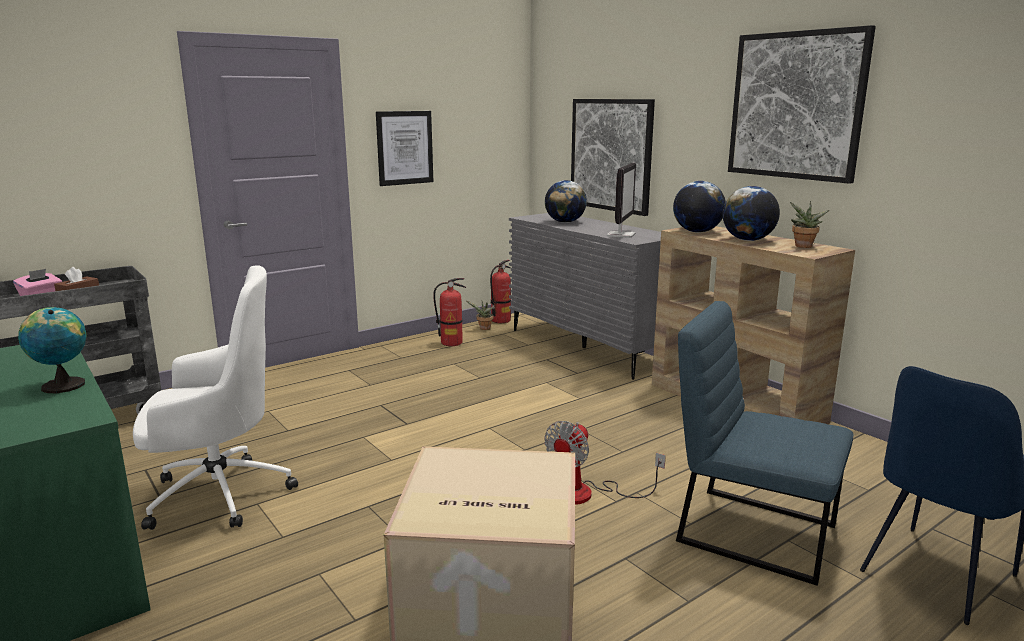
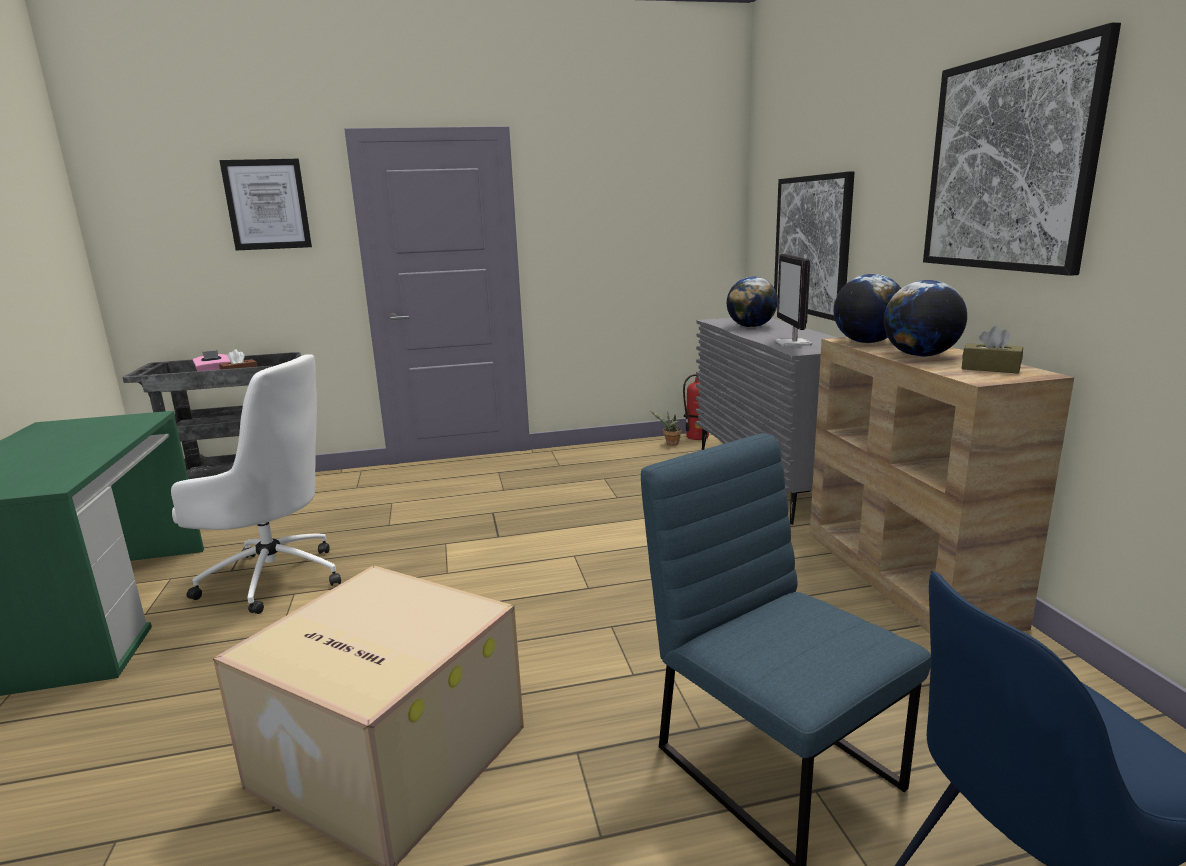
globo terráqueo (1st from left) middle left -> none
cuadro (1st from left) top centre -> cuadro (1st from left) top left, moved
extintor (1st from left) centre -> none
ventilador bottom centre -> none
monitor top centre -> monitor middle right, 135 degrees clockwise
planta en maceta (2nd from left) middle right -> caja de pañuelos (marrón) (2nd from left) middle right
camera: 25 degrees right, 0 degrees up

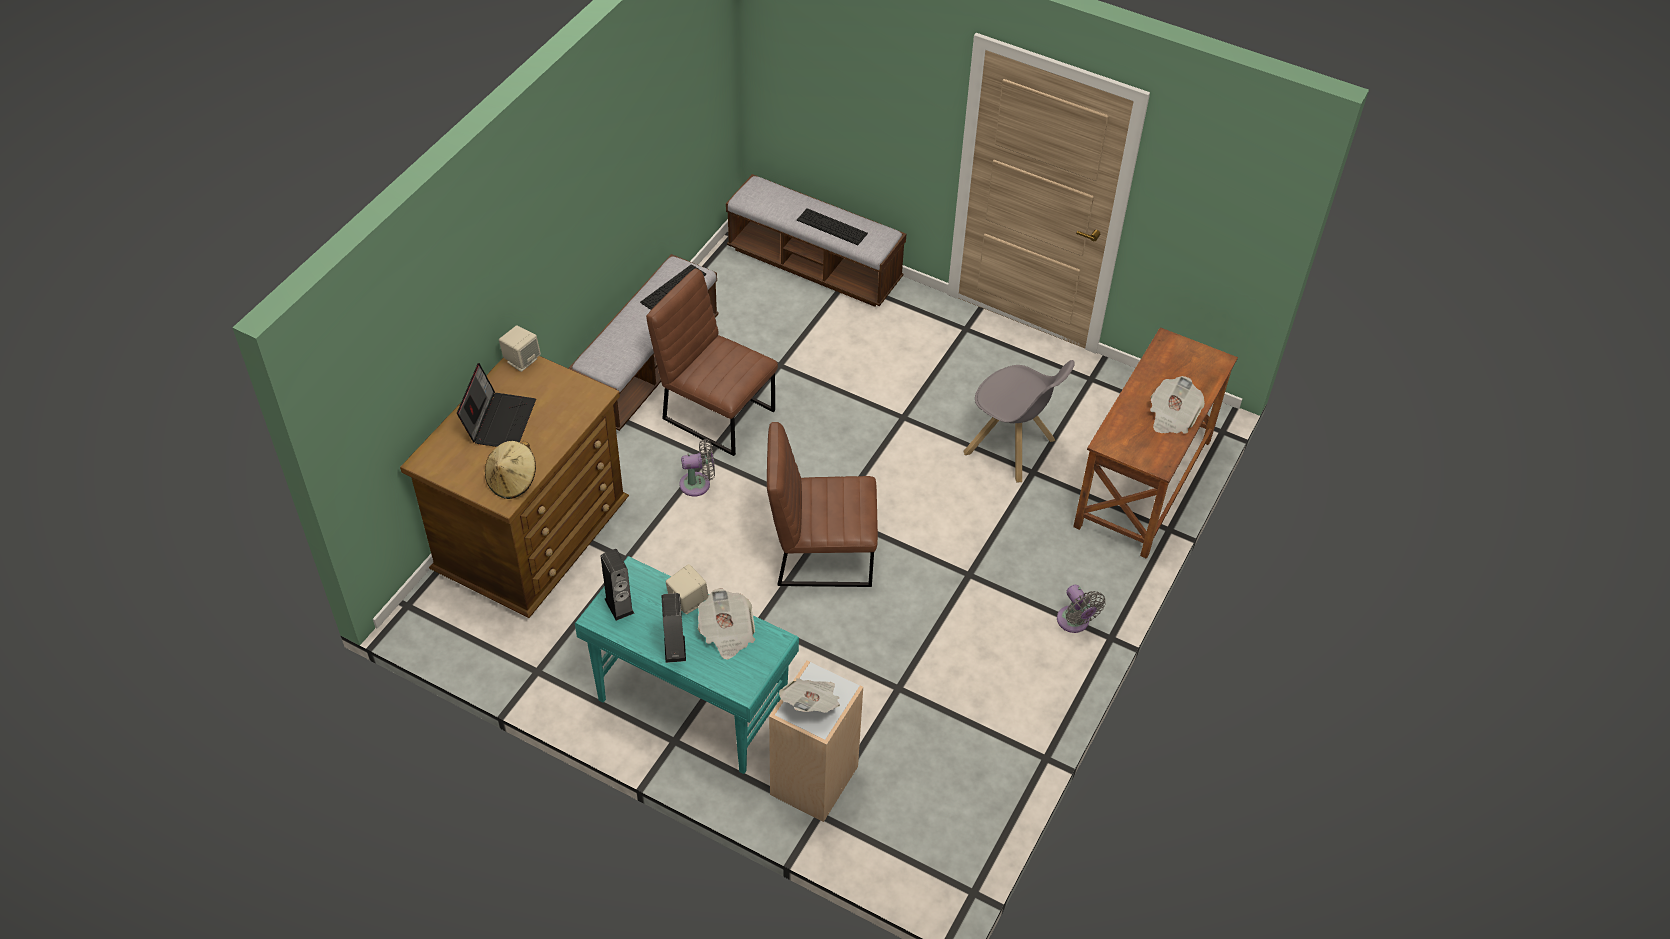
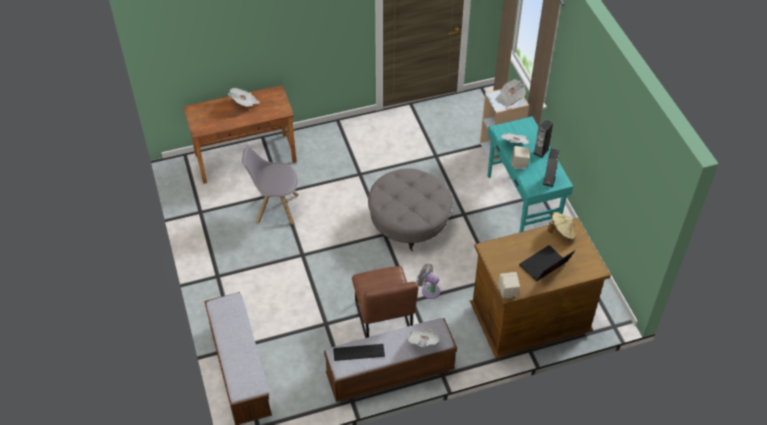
silla (marrón) (2nd from left) centre -> puf (gris) centre
teclado (2nd from left) top centre -> none
silla (gris) centre, 75 degrees counterclockwise
ventilador (gris) (2nd from left) centre -> none
none -> periódico (2nd from left) bottom centre
camera: 135 degrees left, 0 degrees up

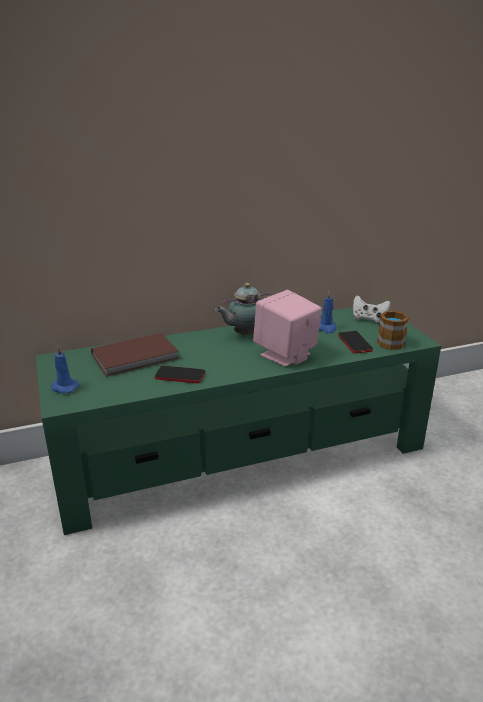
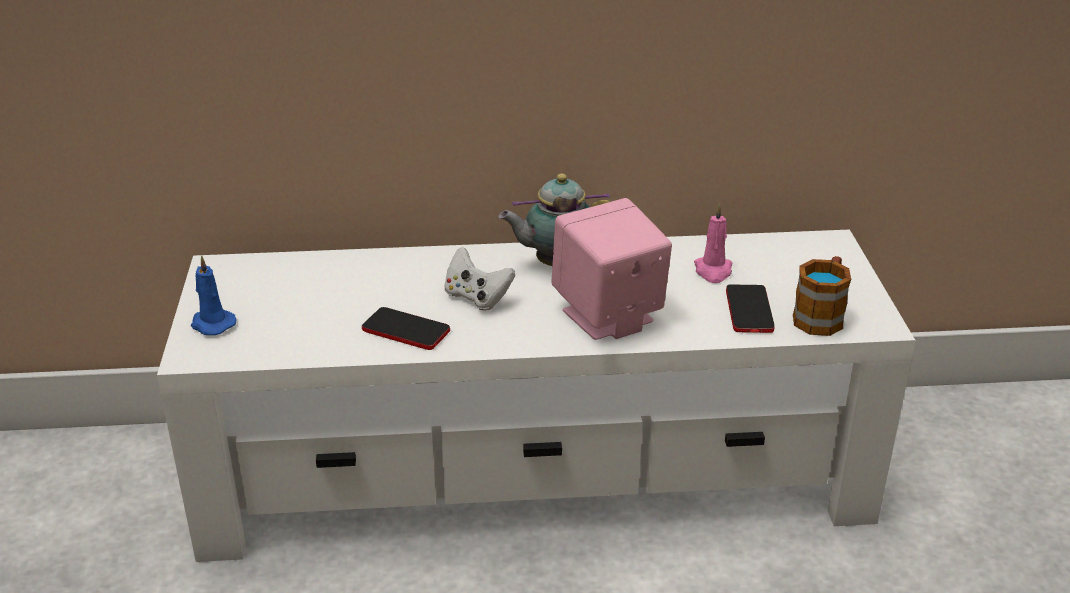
mueble de televisión (verde) centre -> mueble de televisión (blanco) bottom centre
libro (marrón) middle left -> none
vela (azul) (2nd from left) middle right -> vela (rosa) centre
mando de consola (blanco) middle right -> mando de consola (blanco) centre, moved
camera: 15 degrees right, 5 degrees up

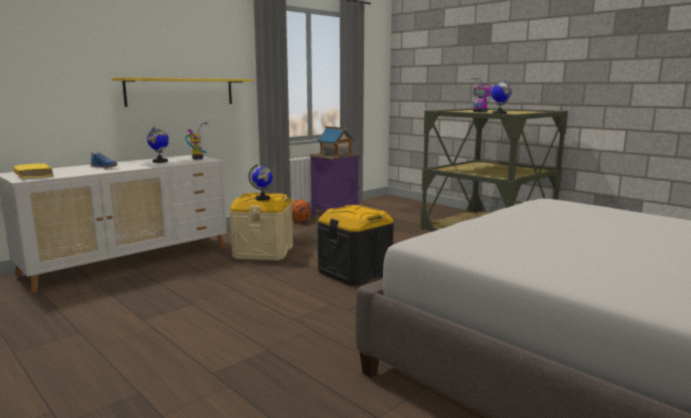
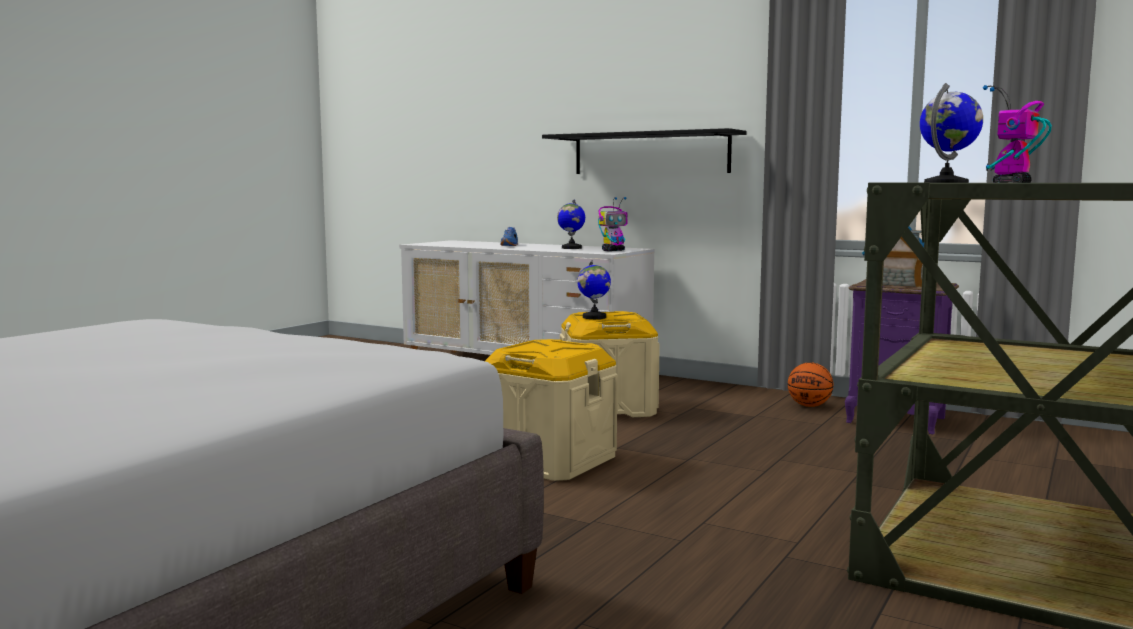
libro (amarillo) middle left -> none
estante (amarillo) top left -> estante (negro) top centre
caja de almacenaje (negro) centre -> caja de almacenaje (beis) (1st from left) centre
camera: 75 degrees right, 5 degrees down

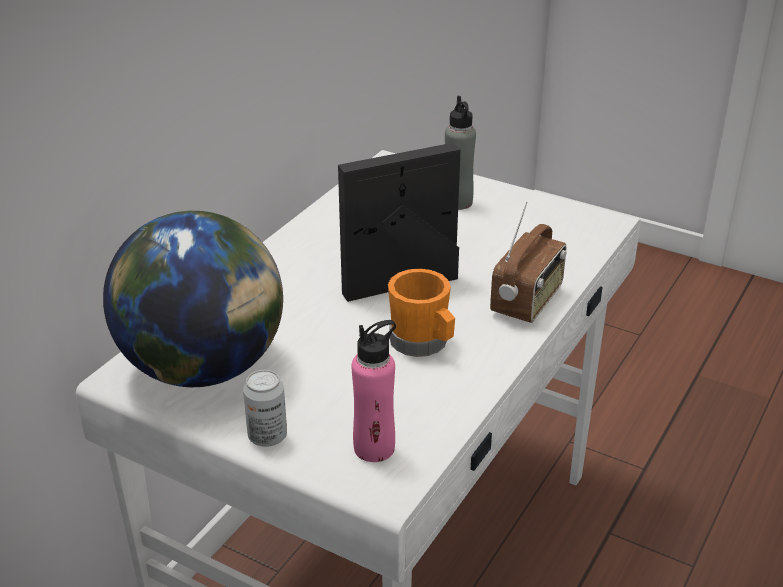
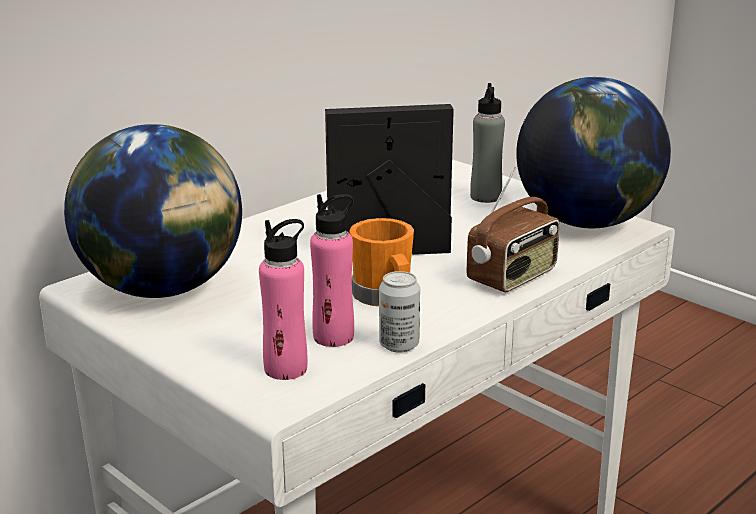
lata bottom centre -> lata centre, moved
none -> botella (rosa) (2nd from left) centre
none -> globo terráqueo (2nd from left) top right
camera: 15 degrees right, 10 degrees down

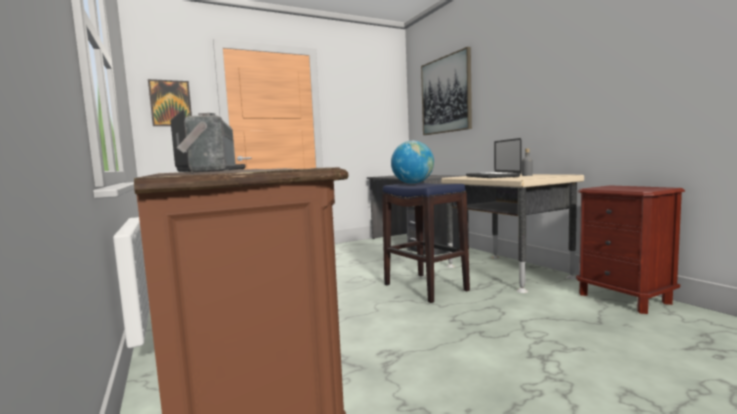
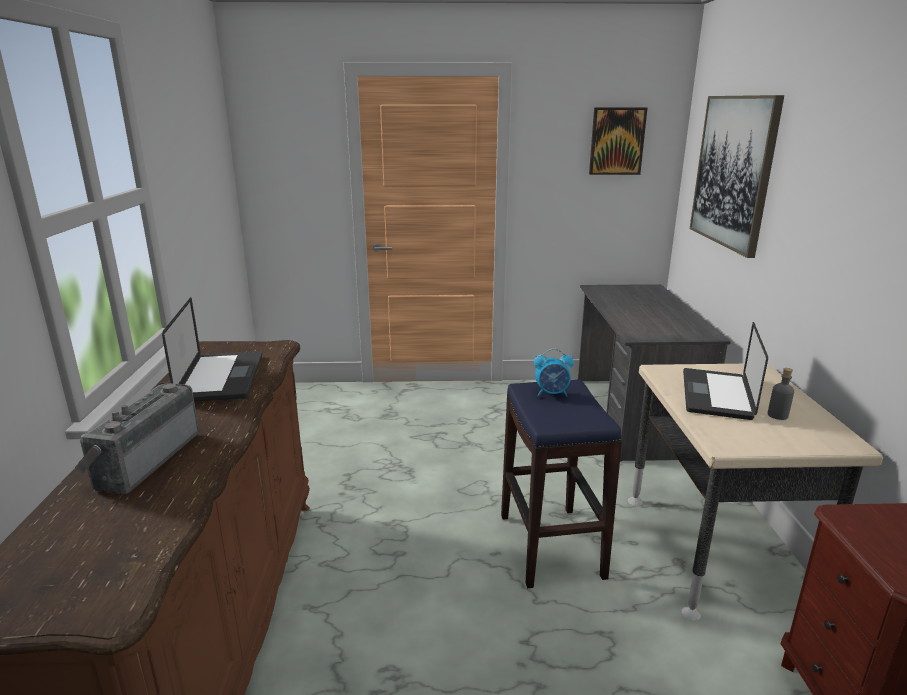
cuadro (1st from left) top left -> cuadro (1st from left) top right, moved
globo terráqueo centre -> despertador centre
camera: 25 degrees right, 15 degrees up

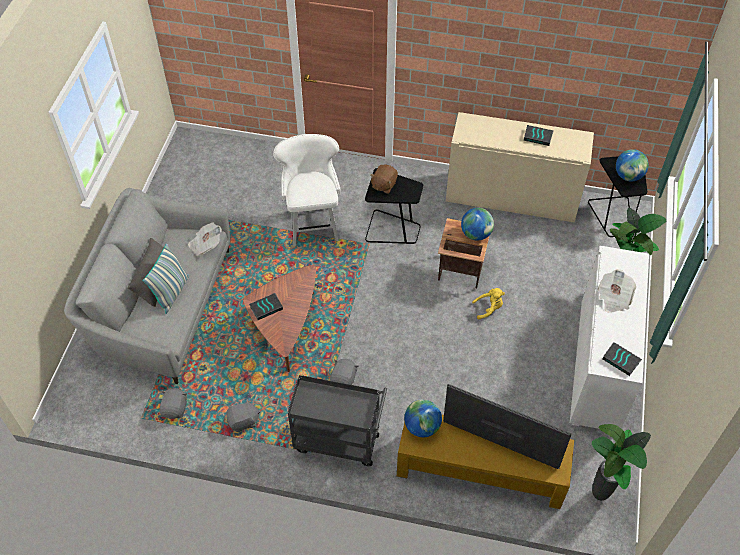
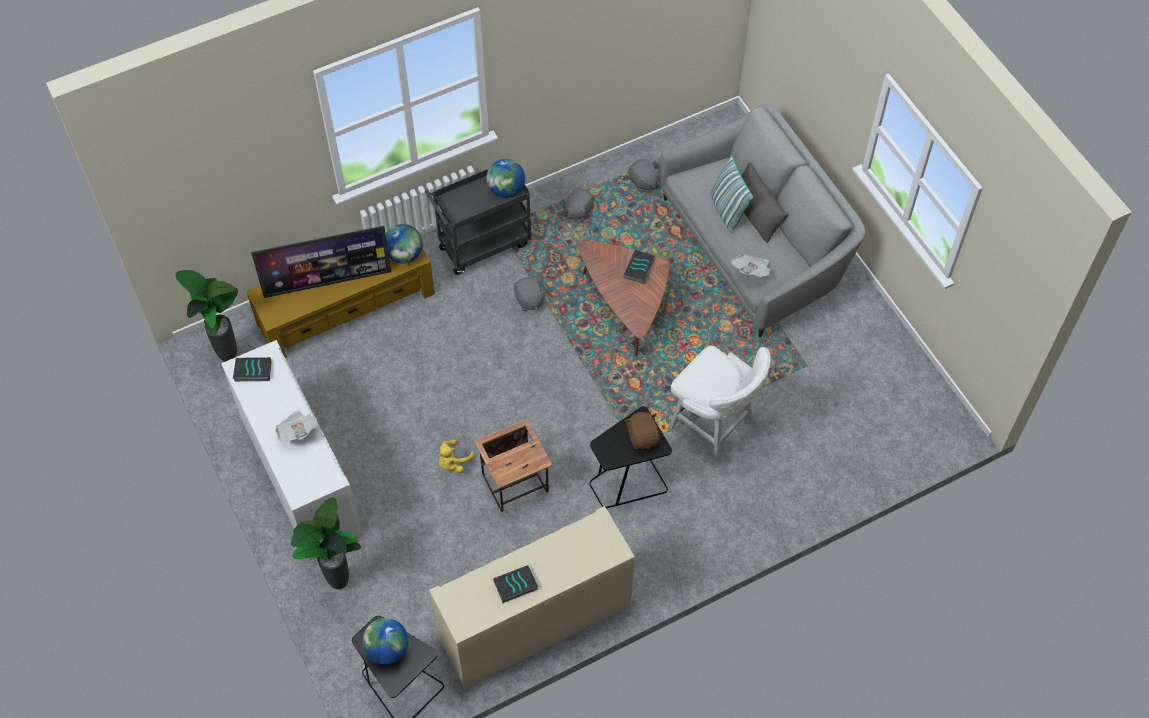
globo terráqueo (2nd from left in the first image) centre -> globo terráqueo (3rd from left) top centre, moved
camera: 140 degrees right, 5 degrees up

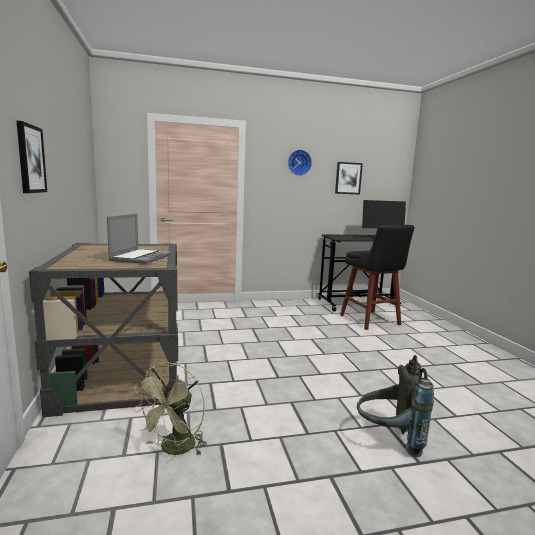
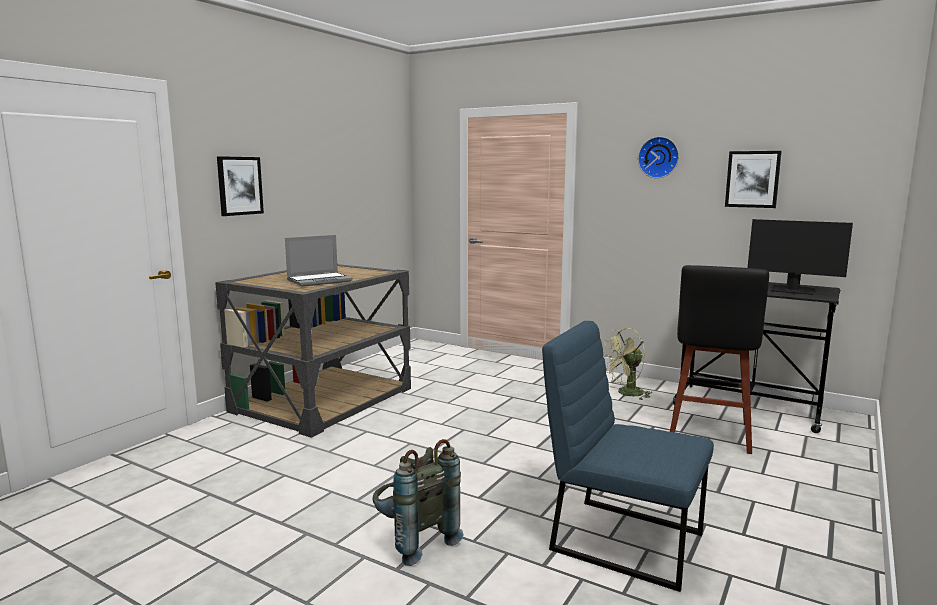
ventilador (verde) bottom left -> ventilador (verde) middle right, moved
none -> silla (azul) bottom right
camera: 45 degrees right, 0 degrees up

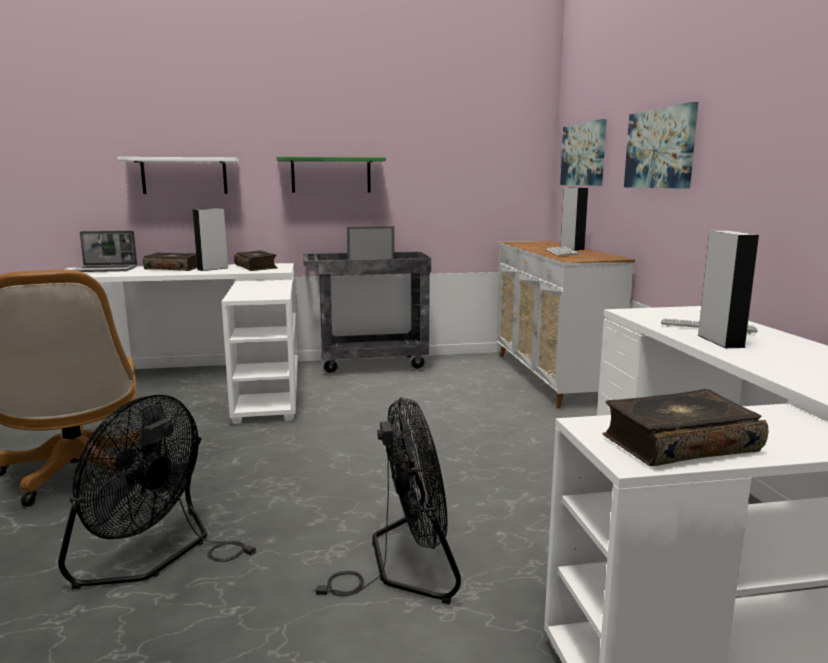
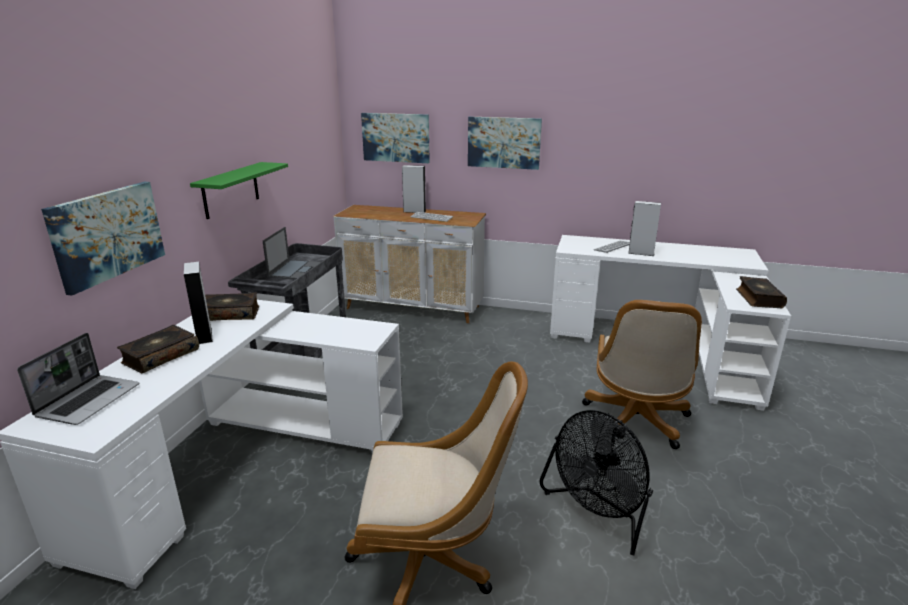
estante (blanco) top left -> cuadro (1st from left) middle left
ventilador (negro) (2nd from left) bottom centre -> silla de oficina (2nd from left) middle right
camera: 65 degrees left, 10 degrees up

